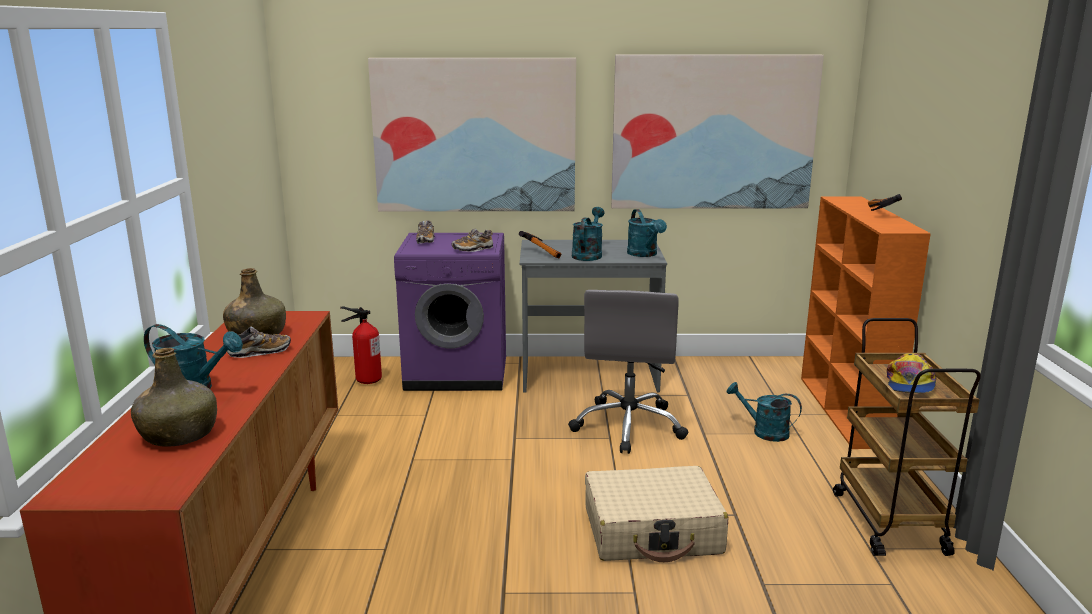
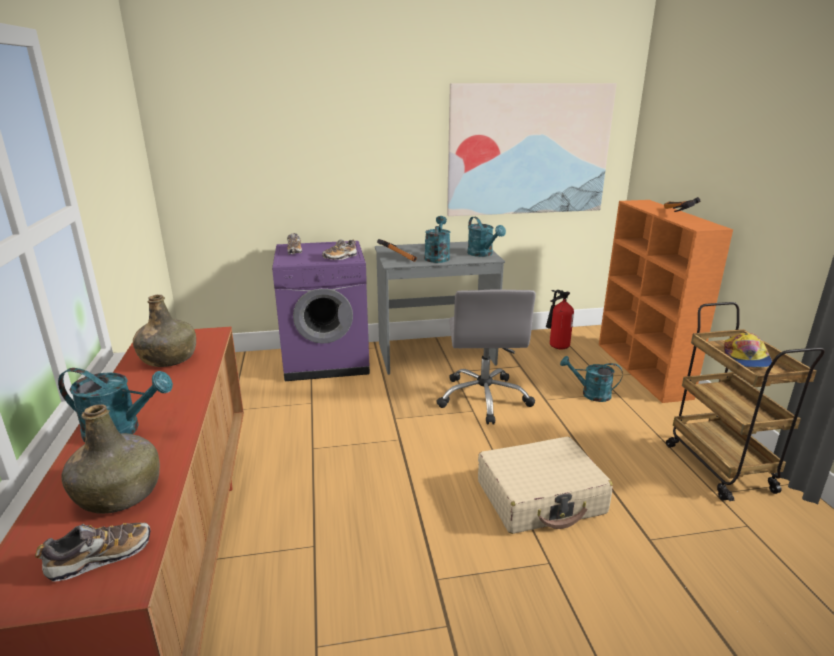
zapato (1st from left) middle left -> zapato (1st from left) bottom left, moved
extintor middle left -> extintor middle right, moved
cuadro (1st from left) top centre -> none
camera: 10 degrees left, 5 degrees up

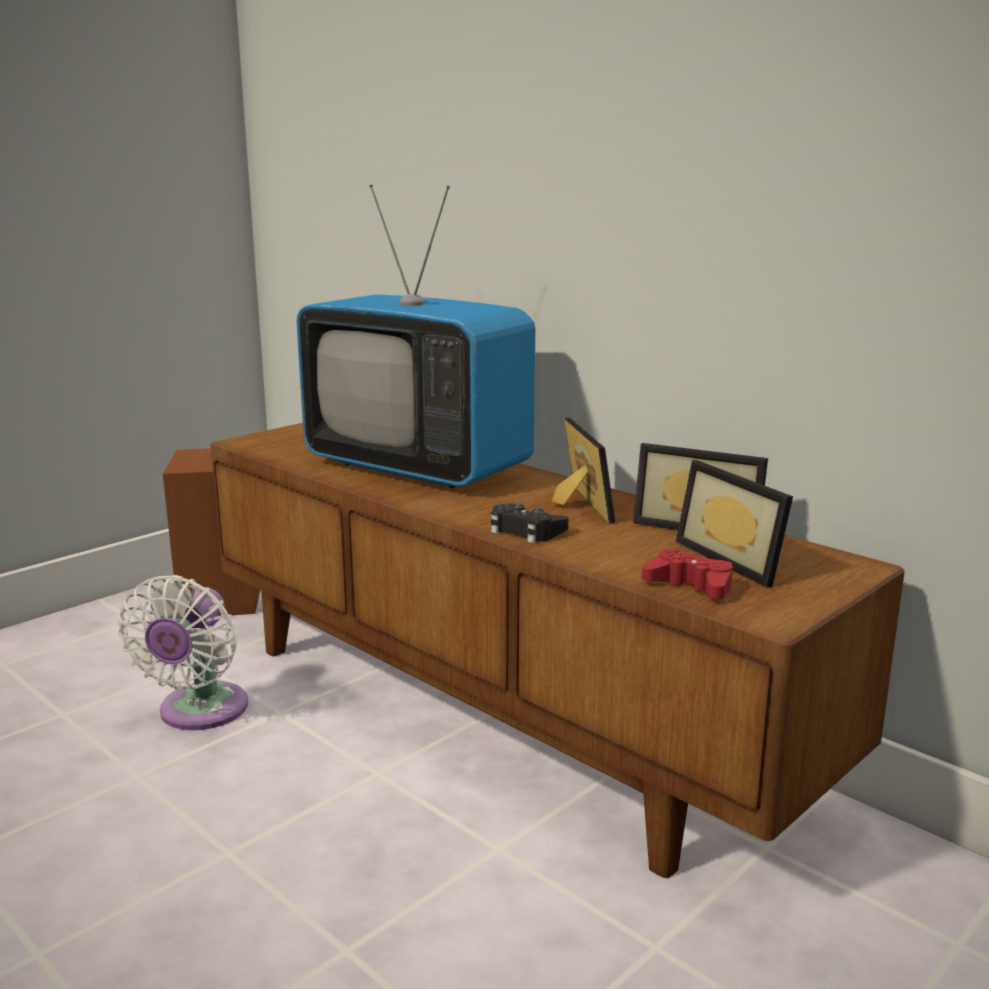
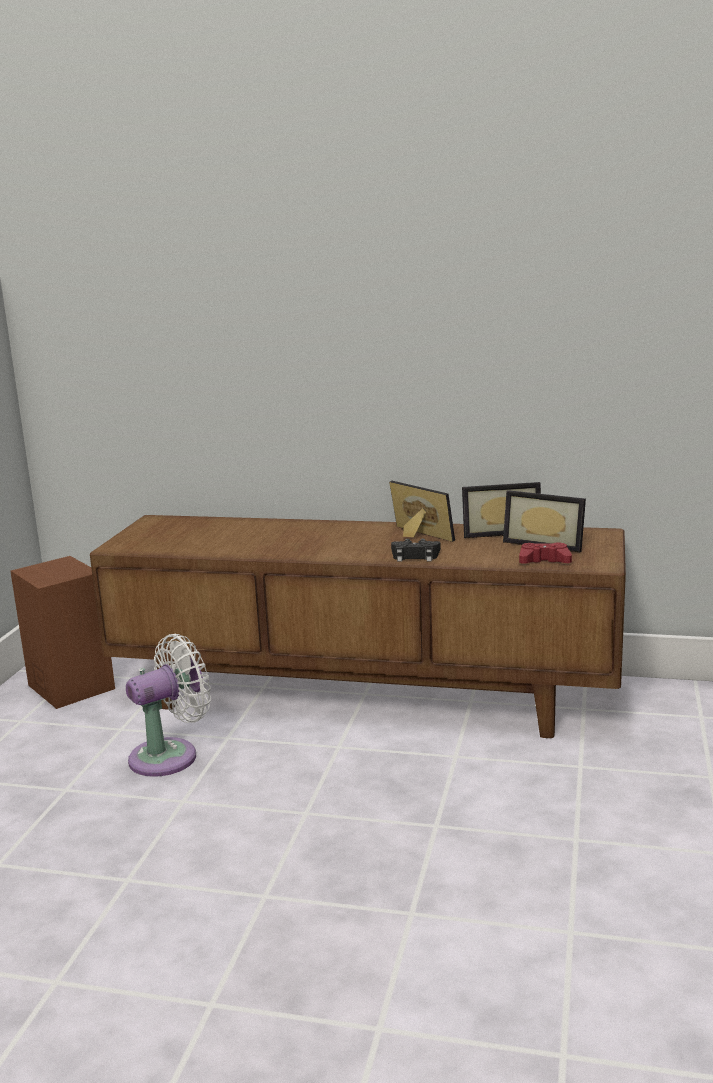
ventilador (blanco) middle left, 105 degrees counterclockwise
televisor centre -> none
camera: 30 degrees left, 0 degrees up

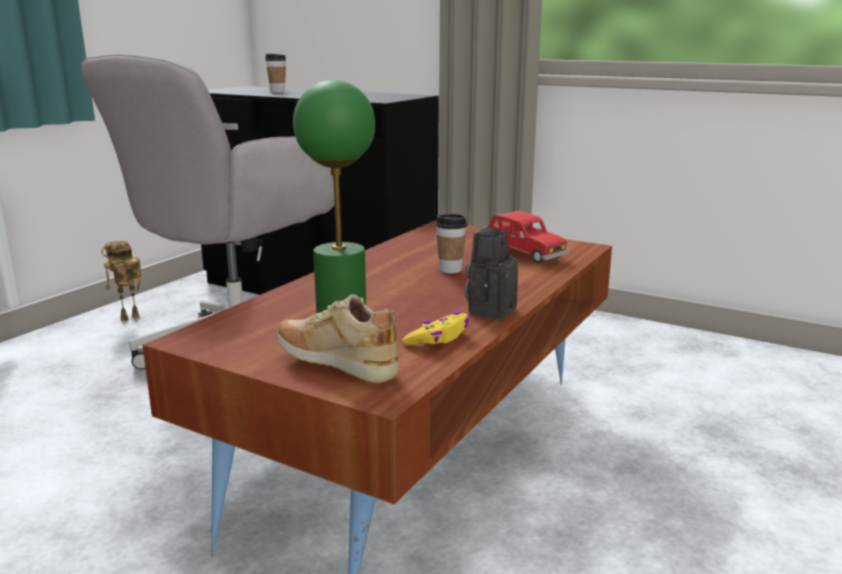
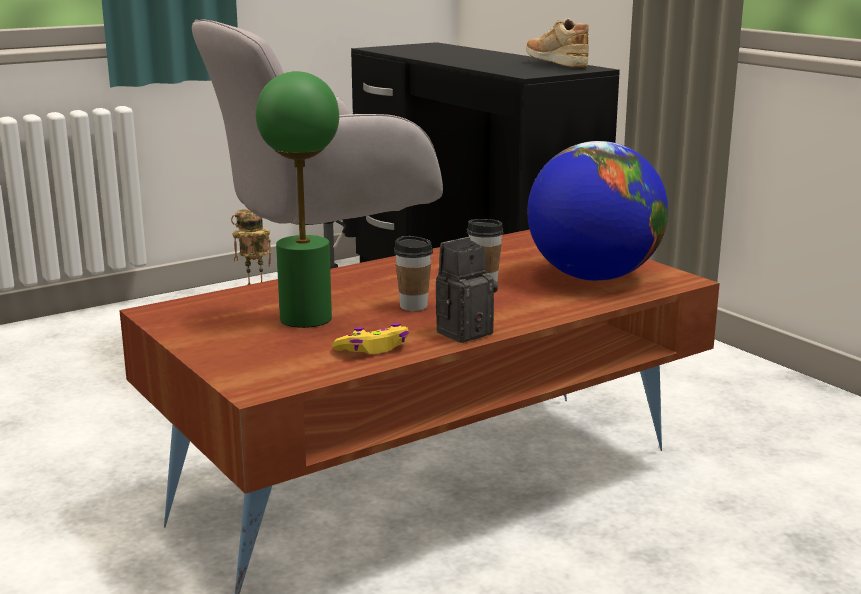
taza (1st from left) top left -> taza (1st from left) centre, moved
zapato (beis) centre -> zapato (beis) top centre, moved
coche de juguete (rojo) centre -> globo terráqueo middle right
camera: 25 degrees right, 0 degrees up

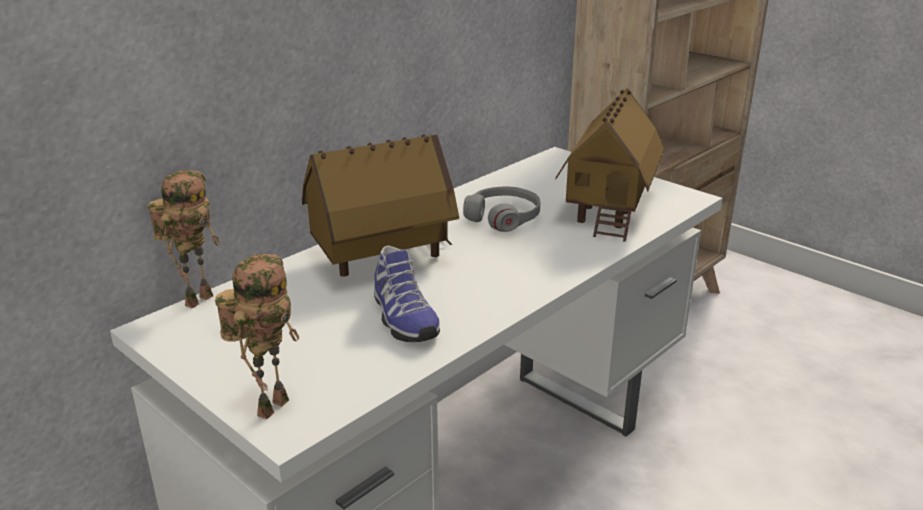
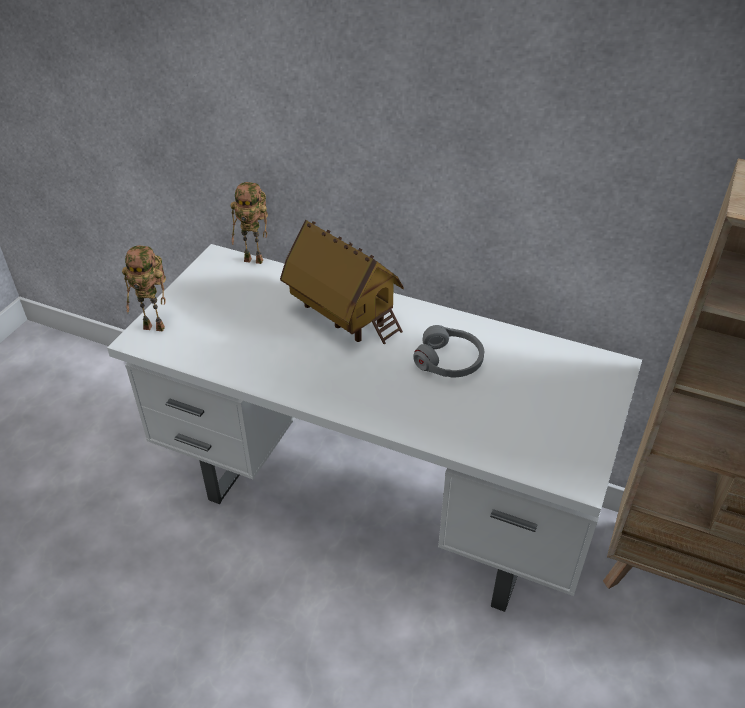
zapato centre -> none
casita (2nd from left) top centre -> none
camera: 70 degrees right, 15 degrees up

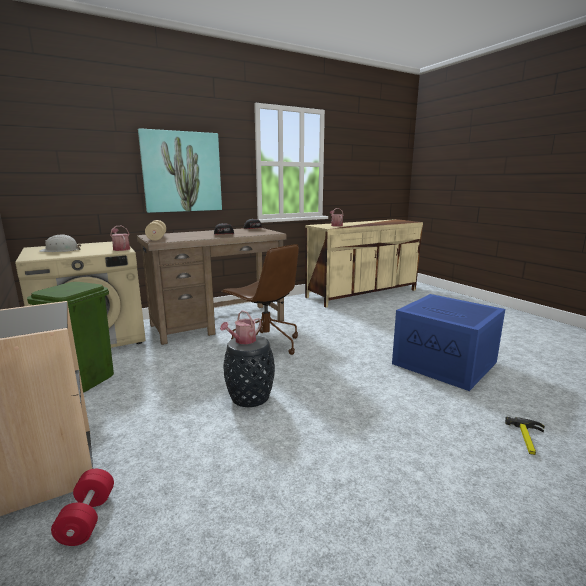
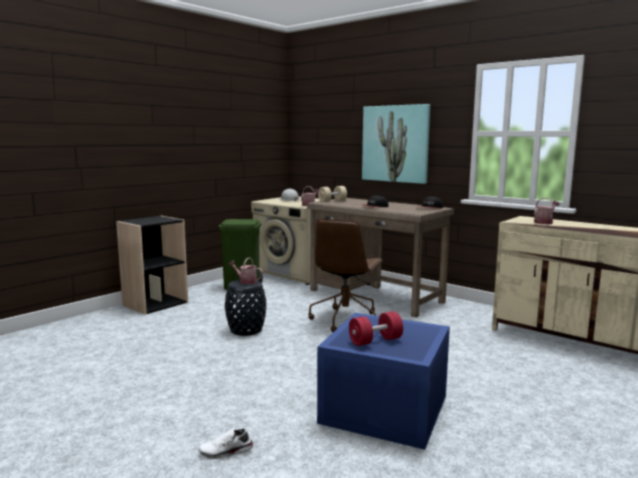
mancuerna (rojo) bottom left -> mancuerna (rojo) bottom centre, moved
martillo bottom right -> zapato (blanco) bottom centre
camera: 70 degrees right, 5 degrees down

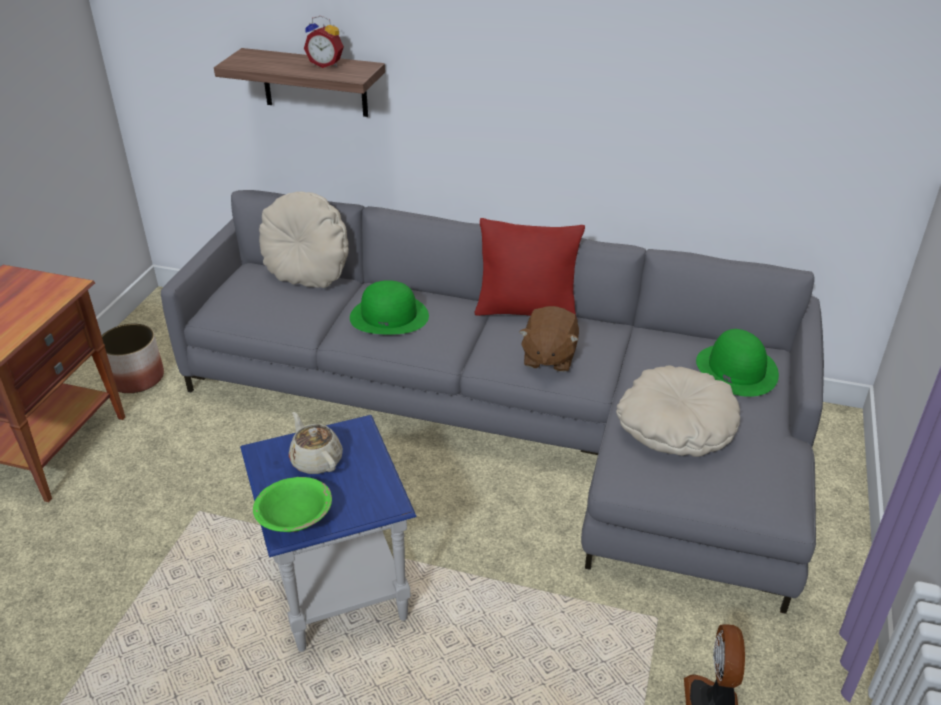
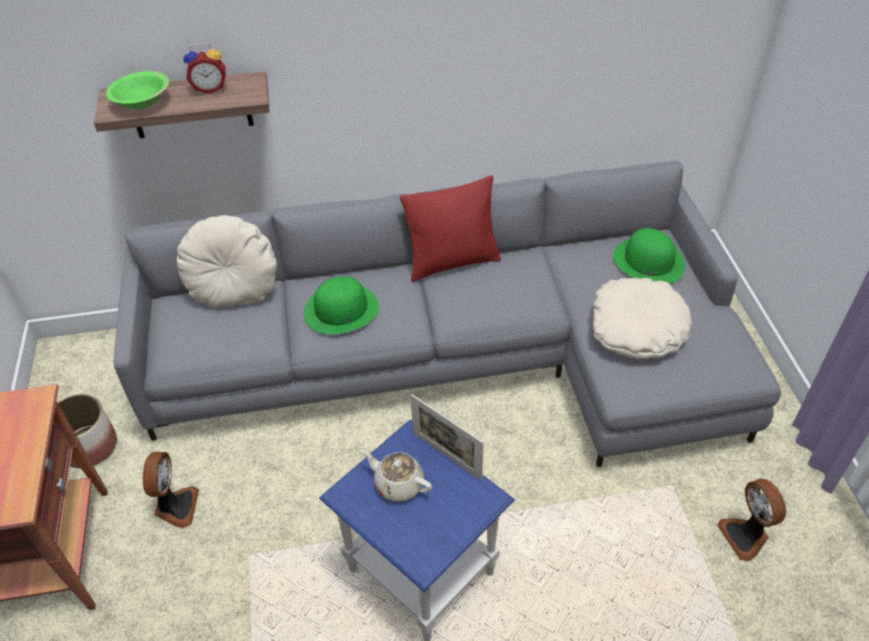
cuenco (verde) bottom left -> cuenco (verde) top left, moved
peluche (marrón) centre -> none
none -> ventilador (1st from left) bottom left
none -> portarretratos bottom centre
camera: 25 degrees left, 10 degrees up

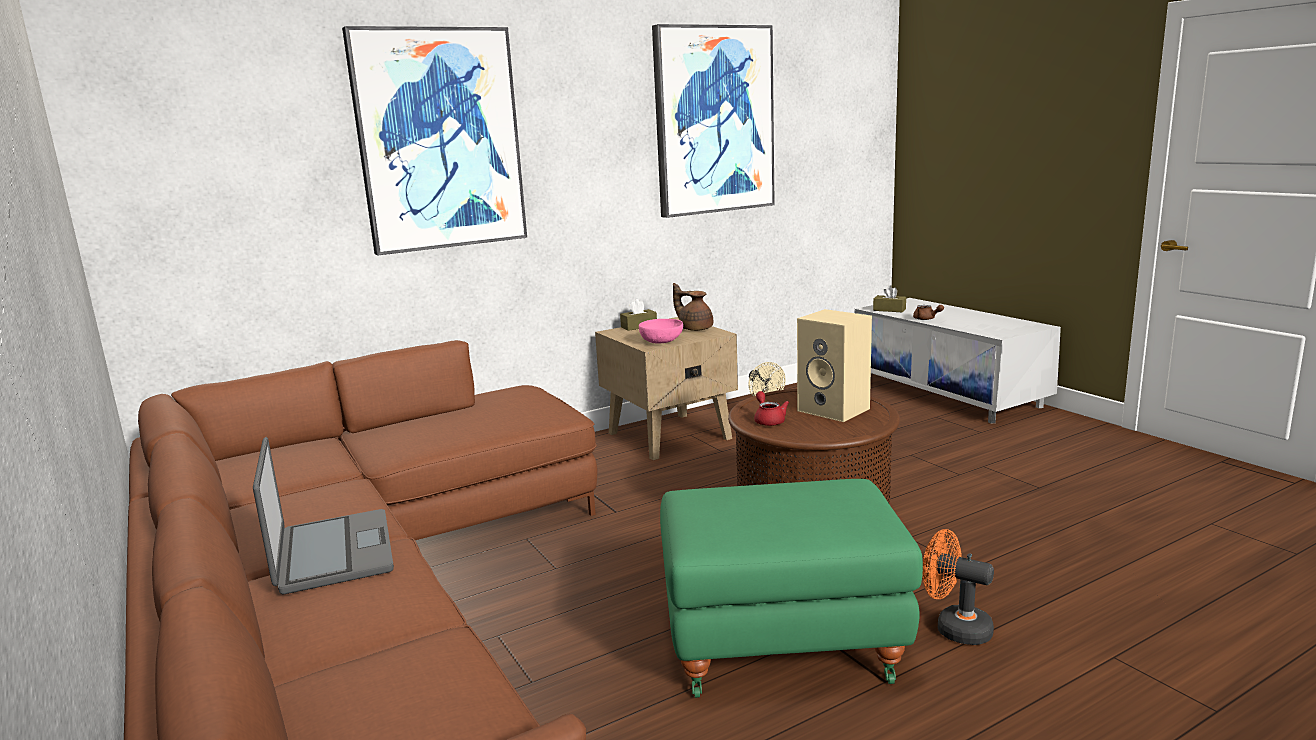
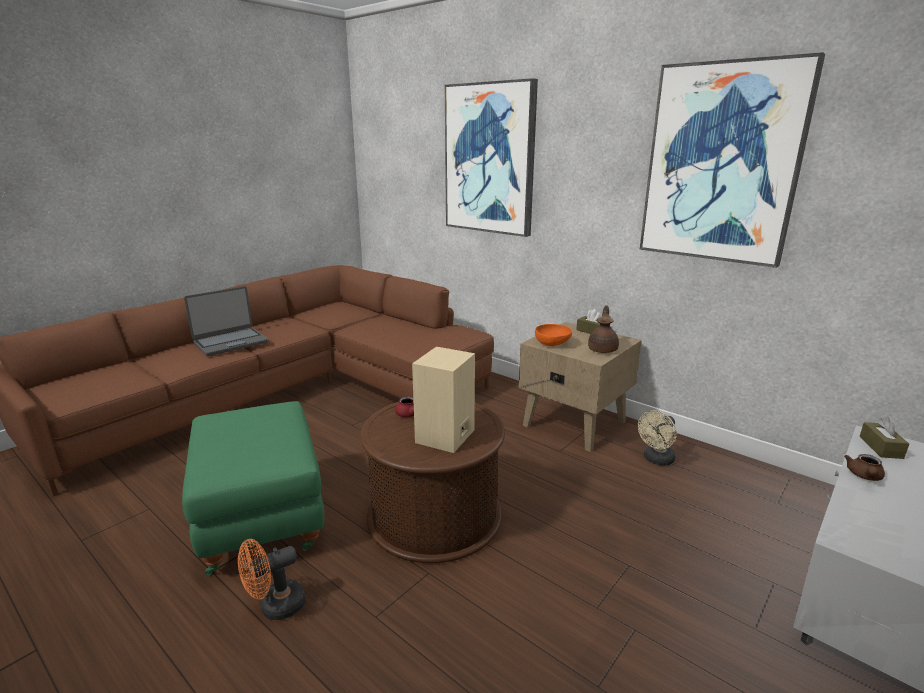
cuenco (rosa) centre -> cuenco (naranja) centre
ventilador (naranja) bottom right -> ventilador (naranja) bottom left, 135 degrees counterclockwise
camera: 70 degrees right, 5 degrees up

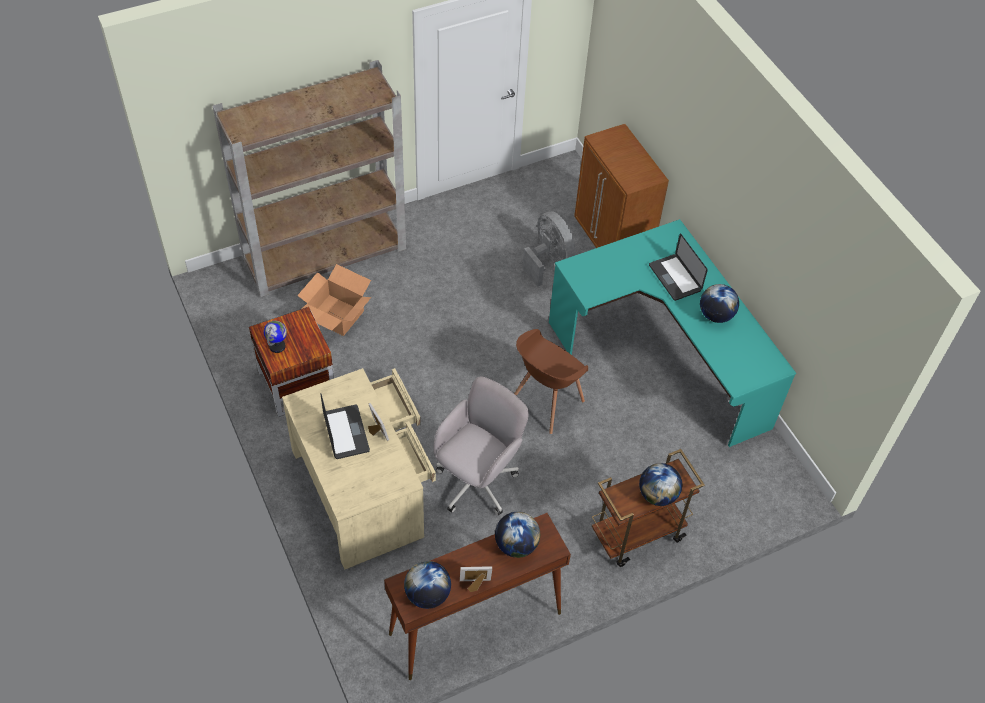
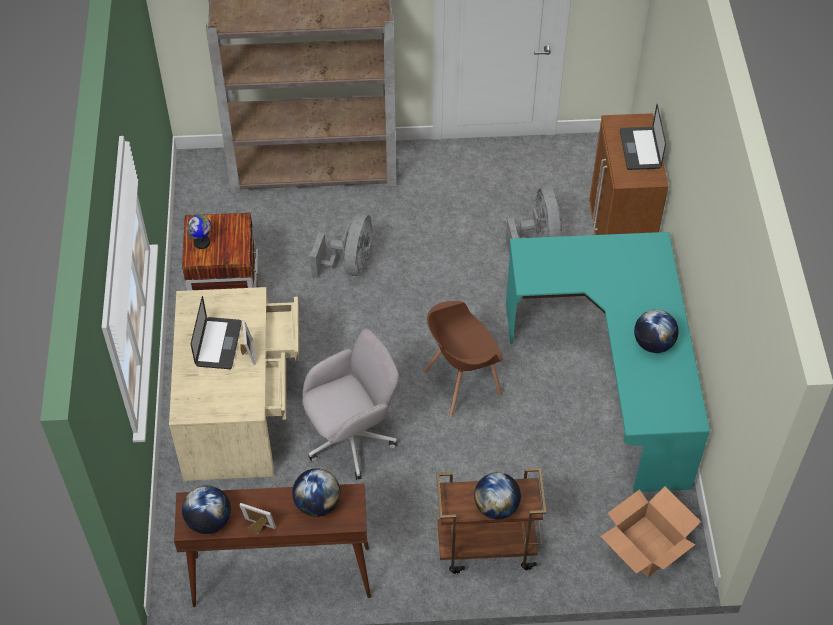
caja de cartón centre -> caja de cartón bottom right, moved
portátil (2nd from left) middle right -> portátil (2nd from left) top right, moved
none -> ventilador (gris) (1st from left) centre
camera: 25 degrees right, 0 degrees up

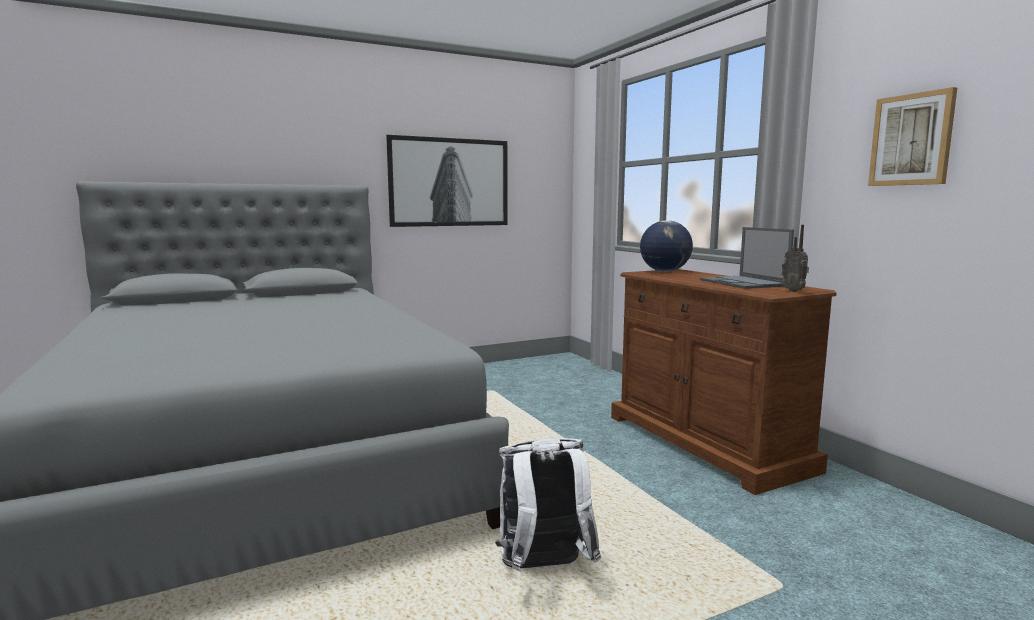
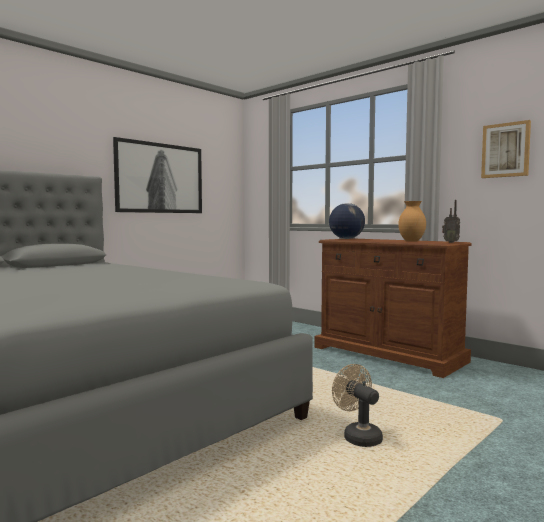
mochila (blanco) bottom centre -> ventilador (beis) bottom centre
portátil middle right -> florero (marrón) middle right
camera: 20 degrees left, 5 degrees down

